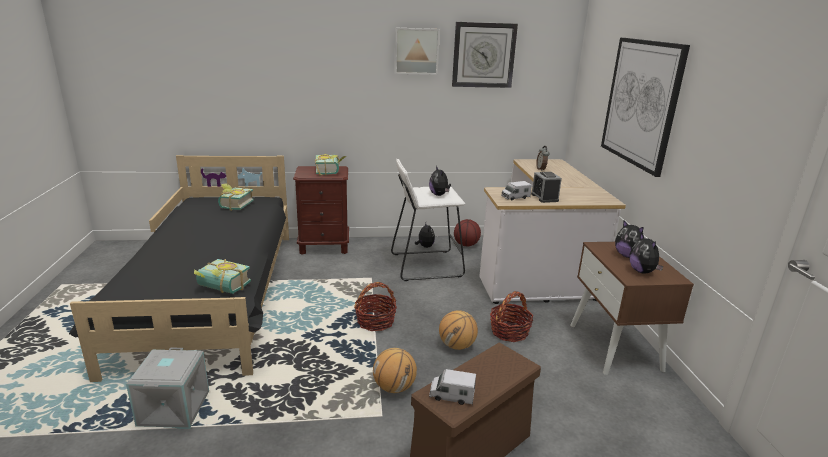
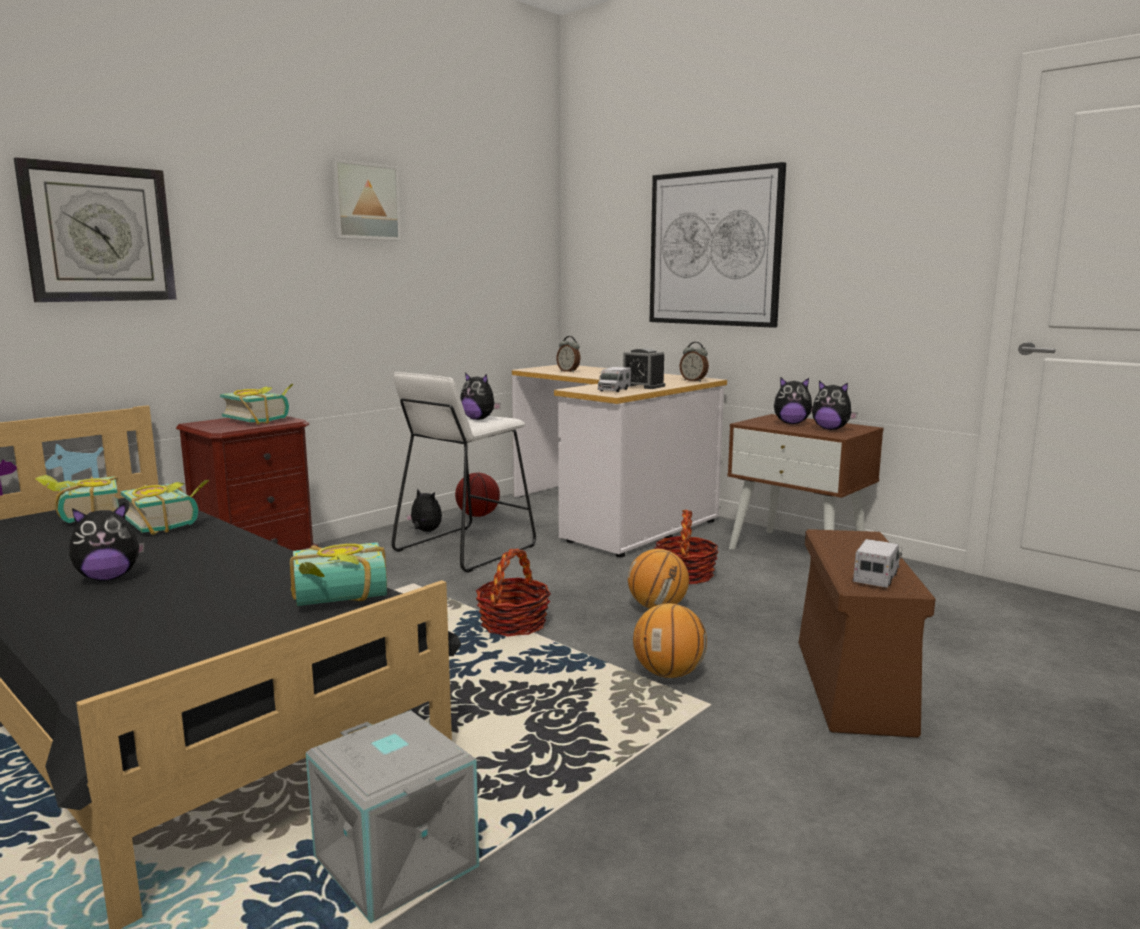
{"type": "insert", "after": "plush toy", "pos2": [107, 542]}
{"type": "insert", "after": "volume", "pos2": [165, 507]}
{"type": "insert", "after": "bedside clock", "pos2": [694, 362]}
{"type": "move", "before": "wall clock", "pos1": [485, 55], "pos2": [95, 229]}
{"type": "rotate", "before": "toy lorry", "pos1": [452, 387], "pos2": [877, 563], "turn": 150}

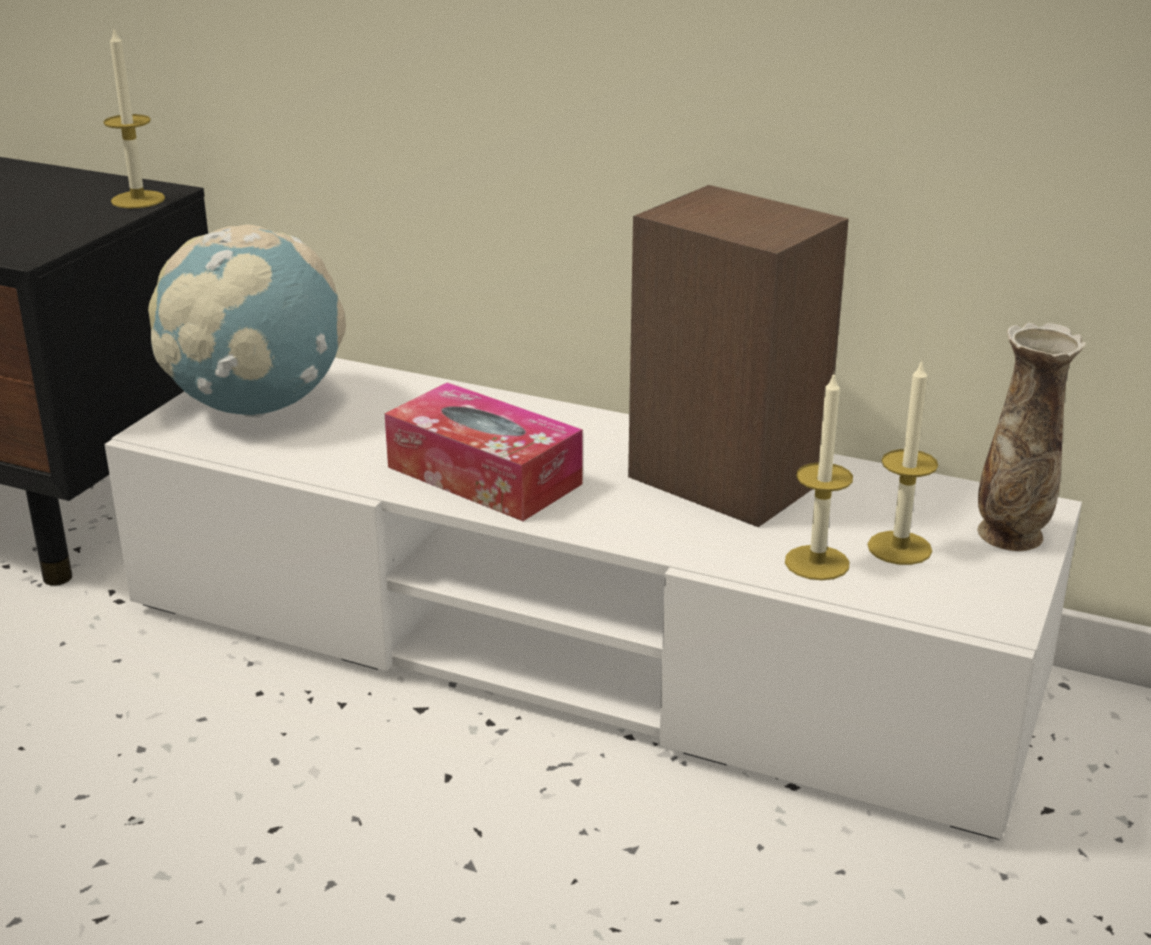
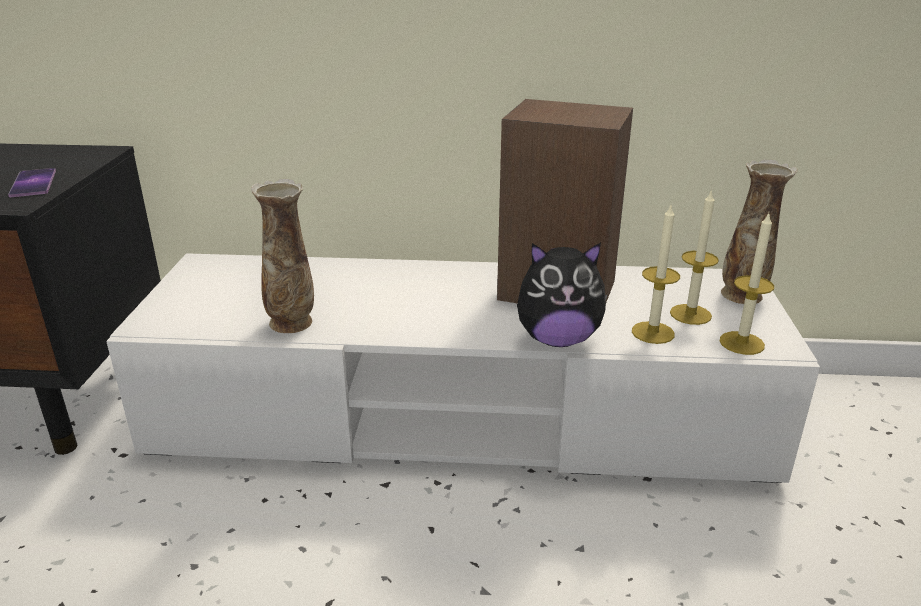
{"type": "delete", "before": "globe", "pos1": [247, 321]}
{"type": "delete", "before": "tissue holder", "pos1": [484, 451]}
{"type": "insert", "after": "phone", "pos2": [32, 182]}
{"type": "insert", "after": "flower vase", "pos2": [282, 256]}
{"type": "insert", "after": "plush toy", "pos2": [562, 295]}
{"type": "move", "before": "candle", "pos1": [134, 118], "pos2": [747, 284]}

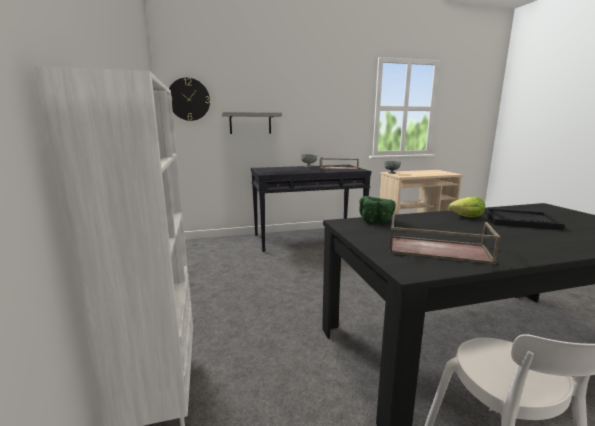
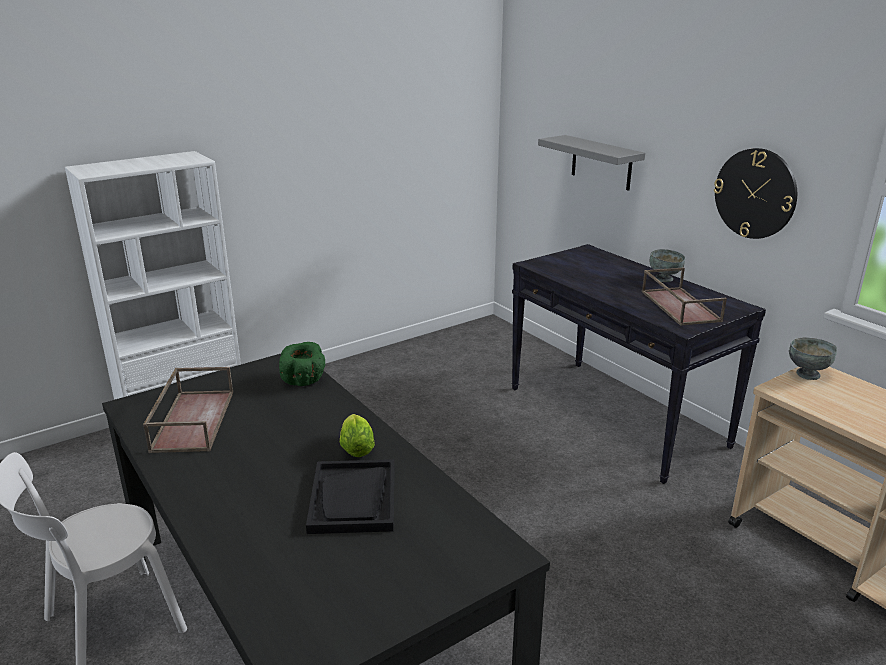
{"type": "move", "before": "wall clock", "pos1": [189, 99], "pos2": [755, 193]}

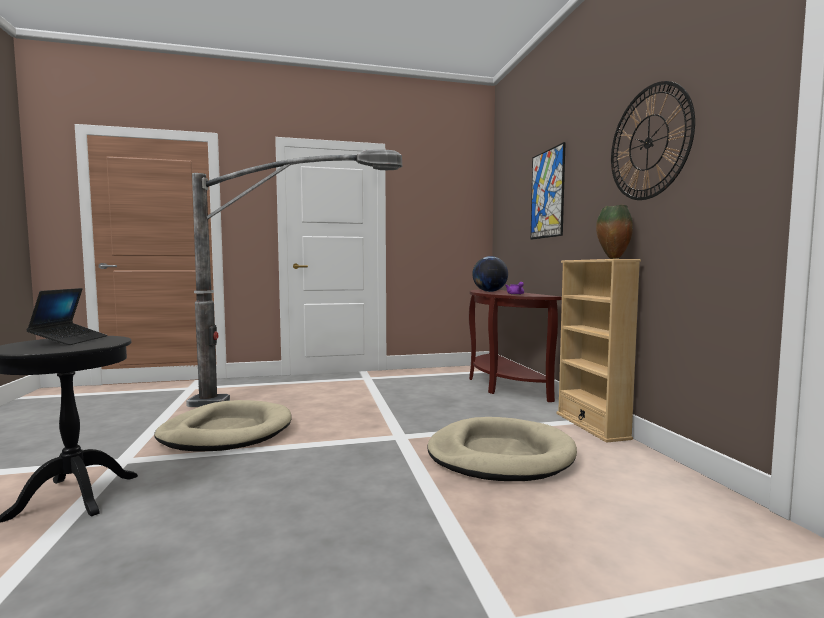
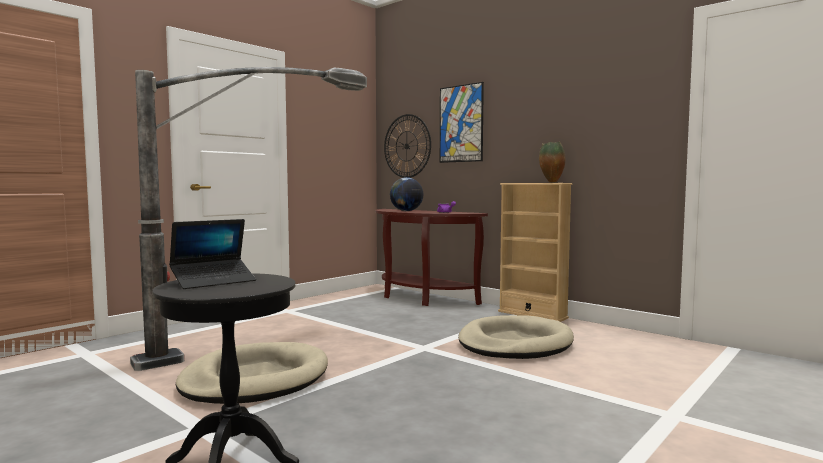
{"type": "move", "before": "wall clock", "pos1": [653, 140], "pos2": [407, 146]}
{"type": "rotate", "before": "laptop", "pos1": [66, 316], "pos2": [212, 254], "turn": 90}

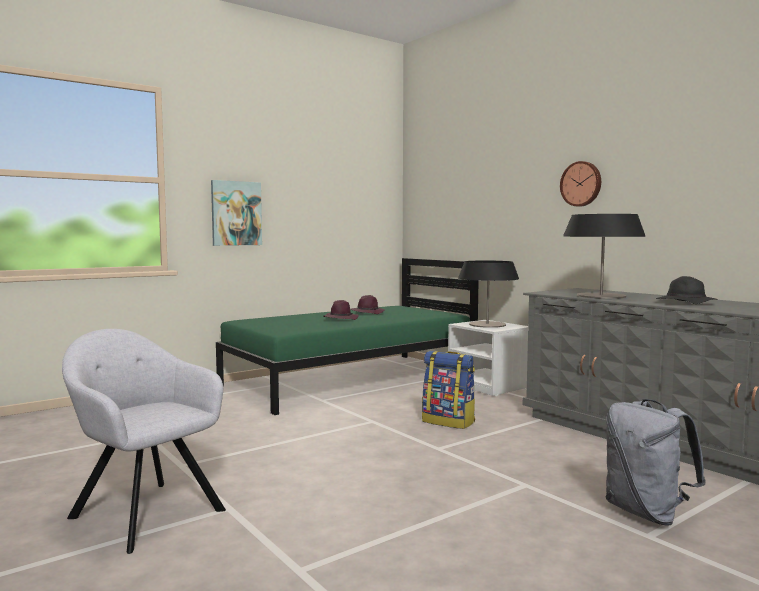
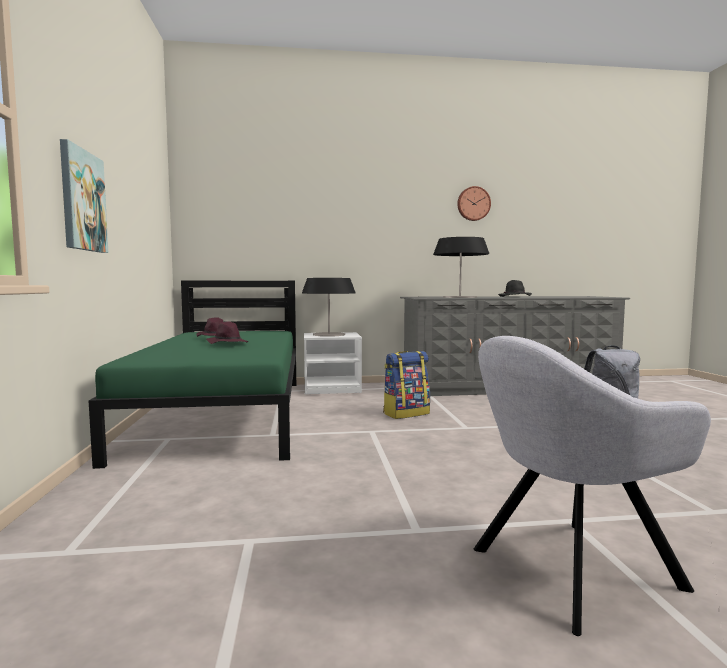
{"type": "move", "before": "wall clock", "pos1": [580, 184], "pos2": [474, 203]}

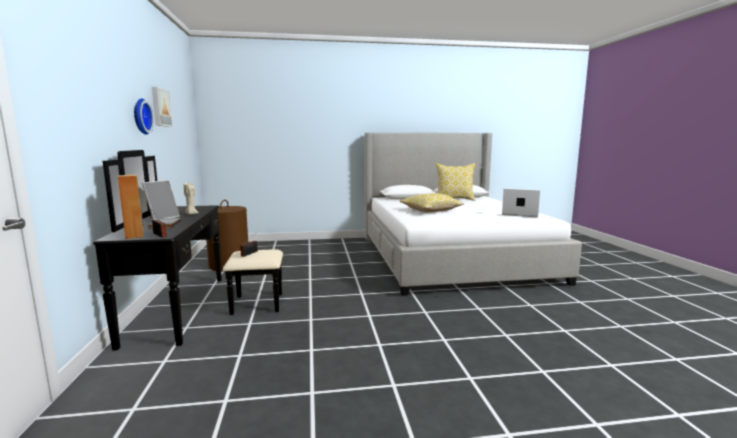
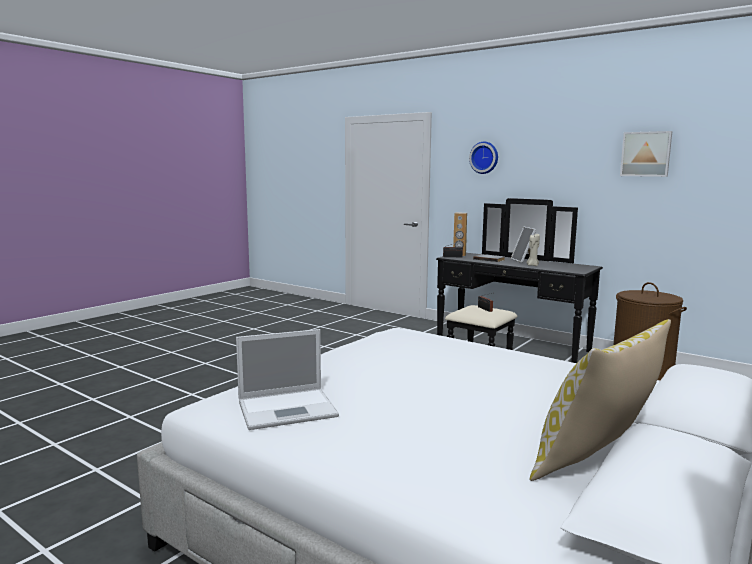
{"type": "delete", "before": "cushion", "pos1": [431, 203]}
{"type": "move", "before": "wall clock", "pos1": [144, 116], "pos2": [483, 158]}

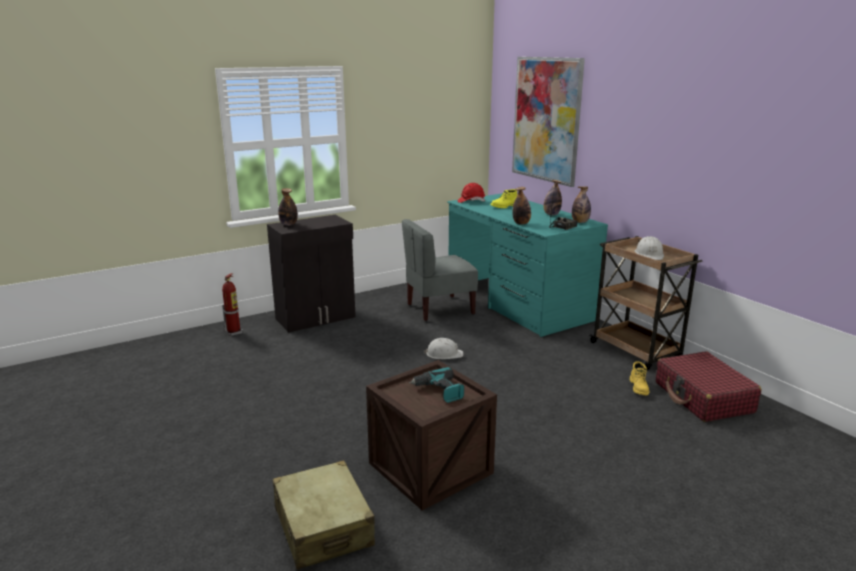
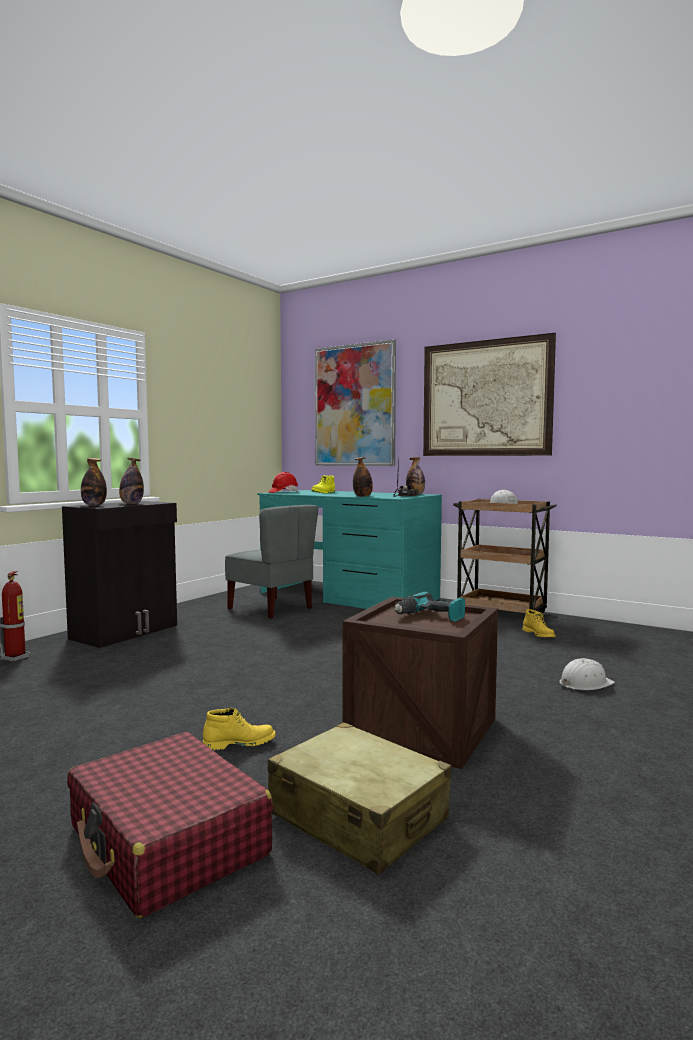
{"type": "insert", "after": "yellow high-top boot", "pos2": [239, 729]}
{"type": "insert", "after": "wall art", "pos2": [489, 394]}
{"type": "move", "before": "white-coloured safety helmet", "pos1": [443, 348], "pos2": [587, 674]}
{"type": "move", "before": "bottle", "pos1": [552, 197], "pos2": [131, 481]}
{"type": "move", "before": "reddish piece of luggage", "pos1": [709, 386], "pos2": [170, 825]}
{"type": "rotate", "before": "greyish upright chair", "pos1": [440, 270], "pos2": [271, 562], "turn": -90}

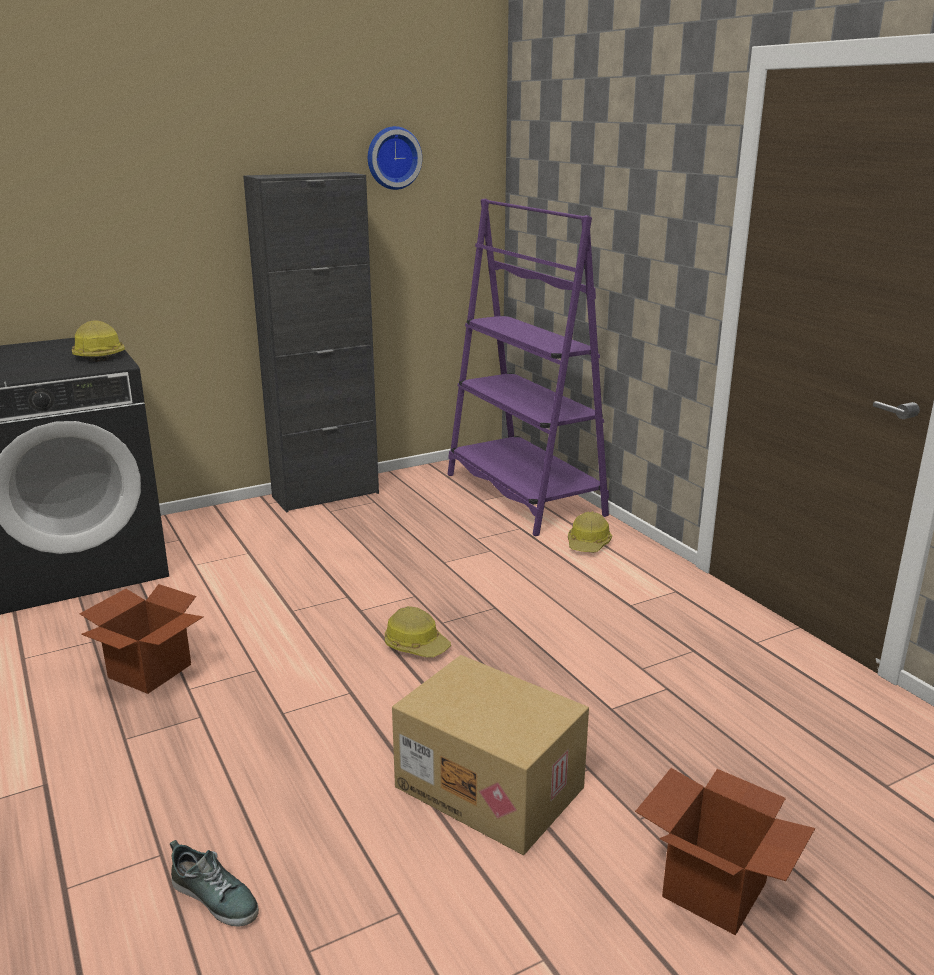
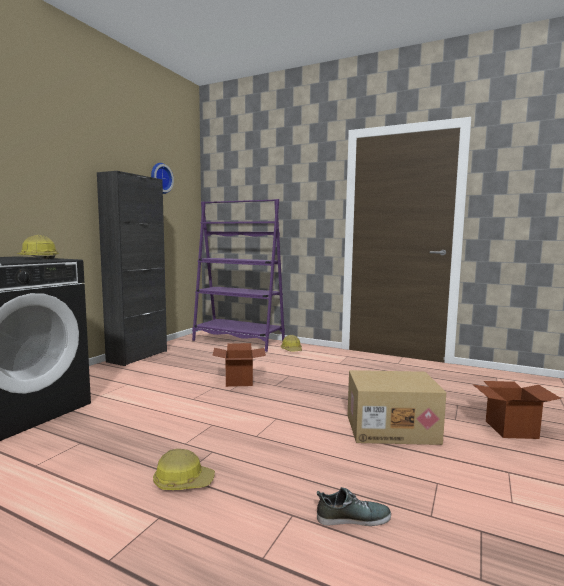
{"type": "move", "before": "packing box", "pos1": [142, 639], "pos2": [239, 365]}
{"type": "move", "before": "safety helmet", "pos1": [418, 632], "pos2": [184, 469]}

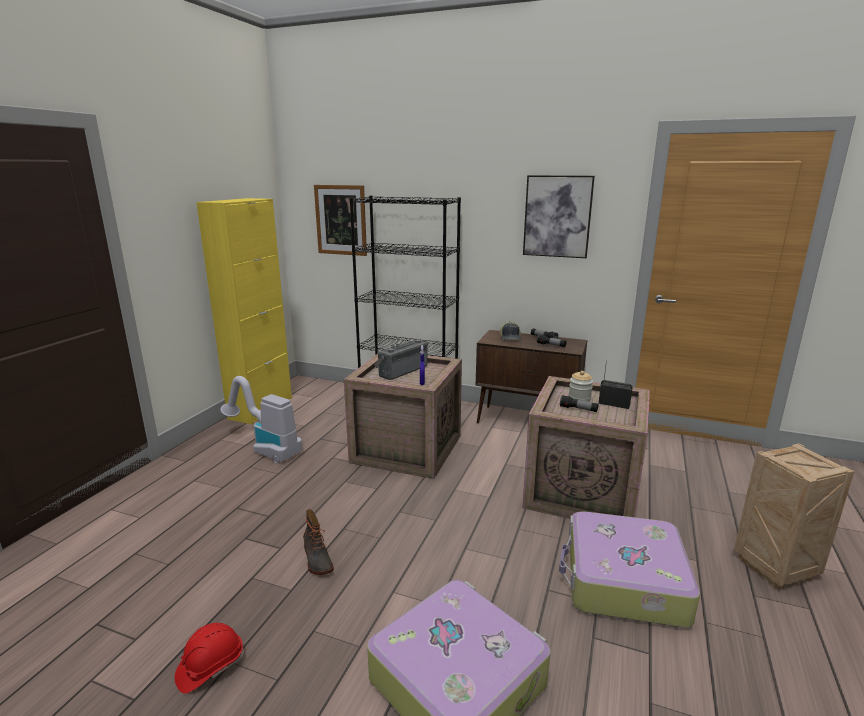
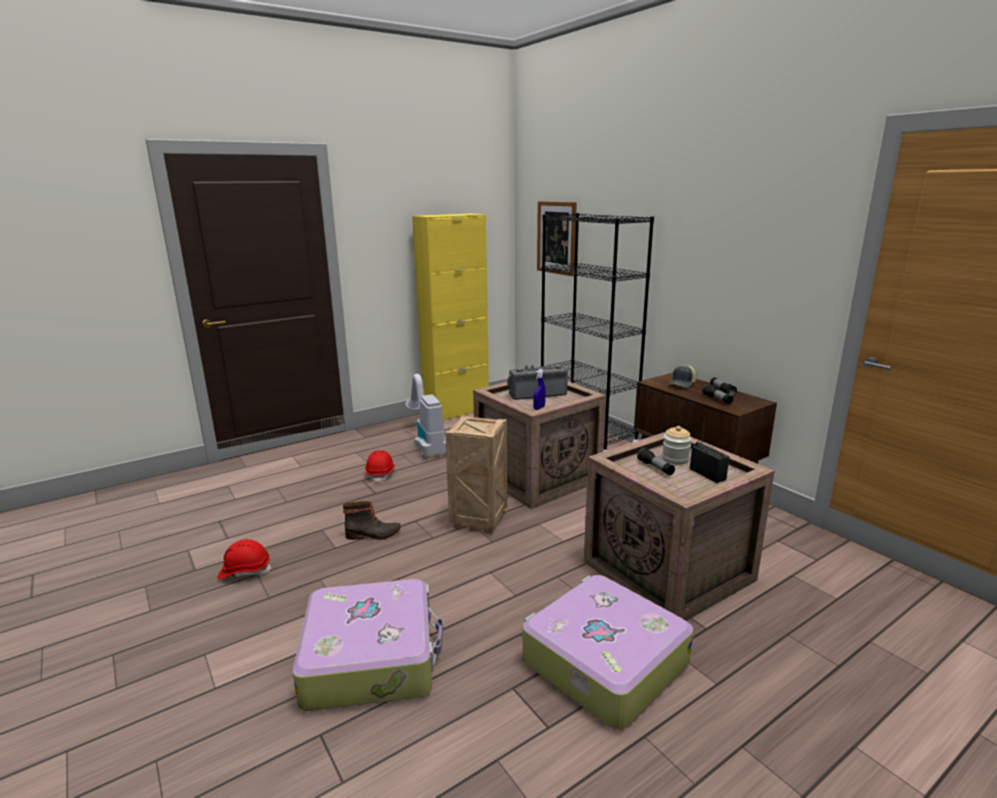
{"type": "delete", "before": "wall art", "pos1": [559, 216]}
{"type": "insert", "after": "reddish safety helmet", "pos2": [380, 466]}
{"type": "move", "before": "crate", "pos1": [794, 516], "pos2": [476, 474]}
{"type": "rotate", "before": "high-top boot", "pos1": [318, 542], "pos2": [372, 520], "turn": -105}

